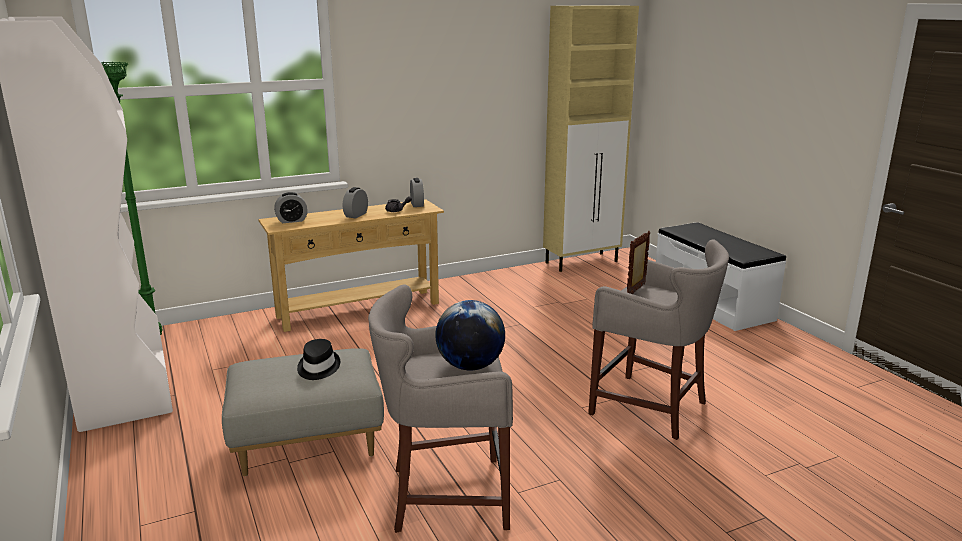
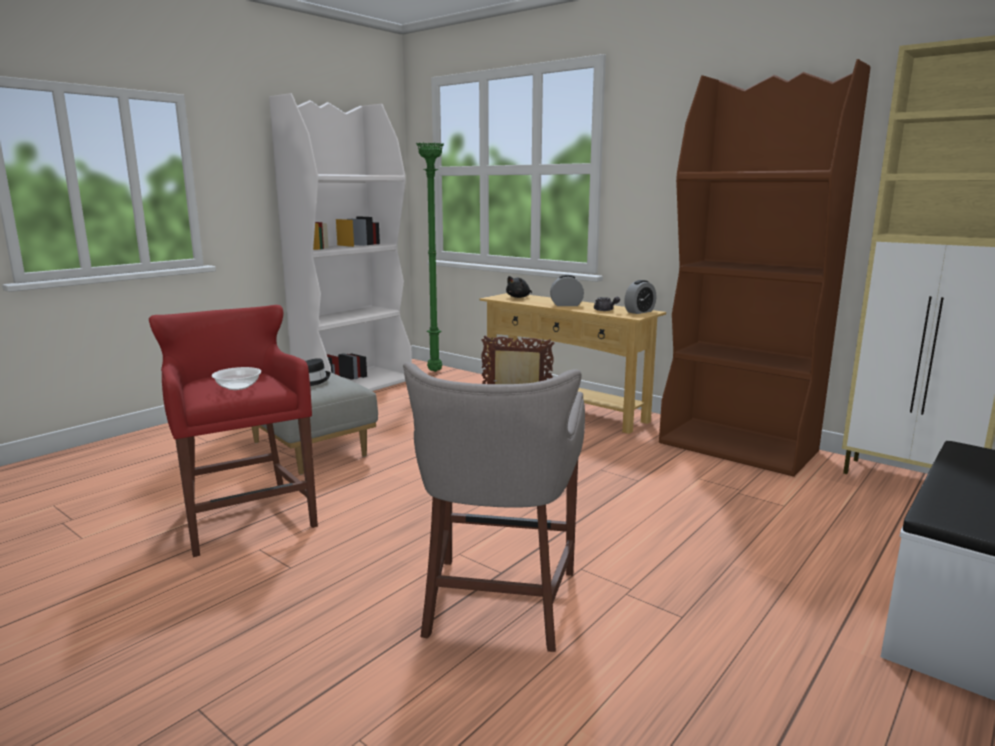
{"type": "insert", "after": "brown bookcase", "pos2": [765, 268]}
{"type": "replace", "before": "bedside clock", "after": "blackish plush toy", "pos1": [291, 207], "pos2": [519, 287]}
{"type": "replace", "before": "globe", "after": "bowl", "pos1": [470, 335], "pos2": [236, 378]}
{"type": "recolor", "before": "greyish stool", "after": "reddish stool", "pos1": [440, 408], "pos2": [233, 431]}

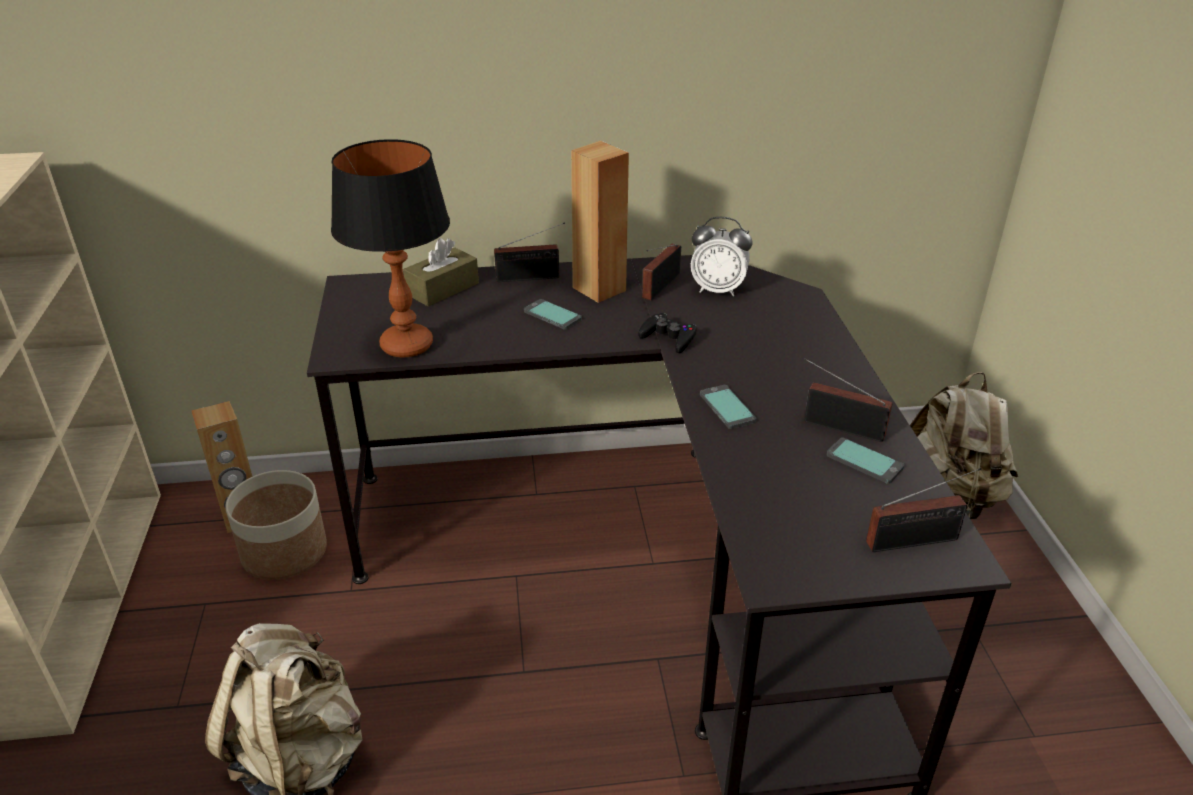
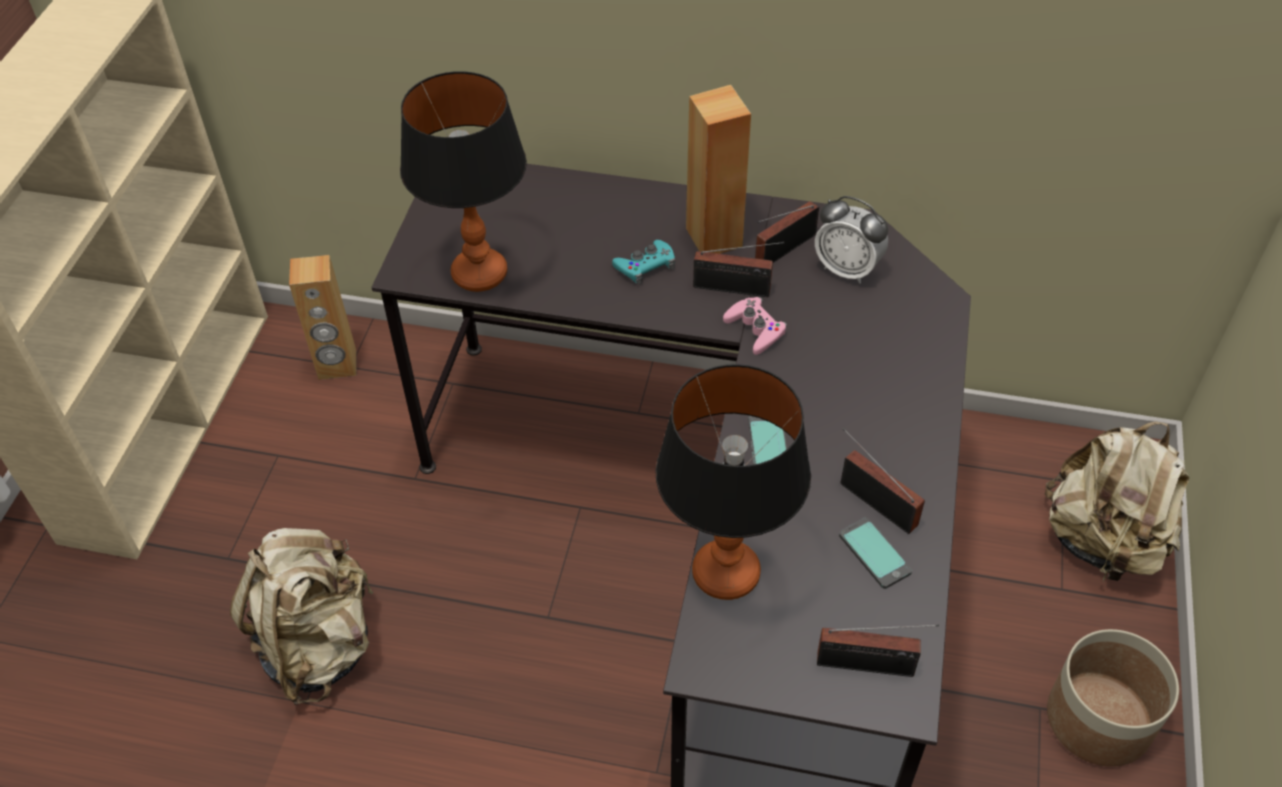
{"type": "delete", "before": "brown tissue holder", "pos1": [441, 272]}
{"type": "insert", "after": "tabletop lamp", "pos2": [733, 482]}
{"type": "move", "before": "plant pot", "pos1": [276, 525], "pos2": [1113, 698]}
{"type": "move", "before": "radio receiver", "pos1": [529, 252], "pos2": [738, 269]}
{"type": "replace", "before": "phone", "after": "turquoise gamepad", "pos1": [553, 314], "pos2": [643, 262]}
{"type": "recolor", "before": "blackish gamepad", "after": "pinkish gamepad", "pos1": [668, 333], "pos2": [755, 326]}

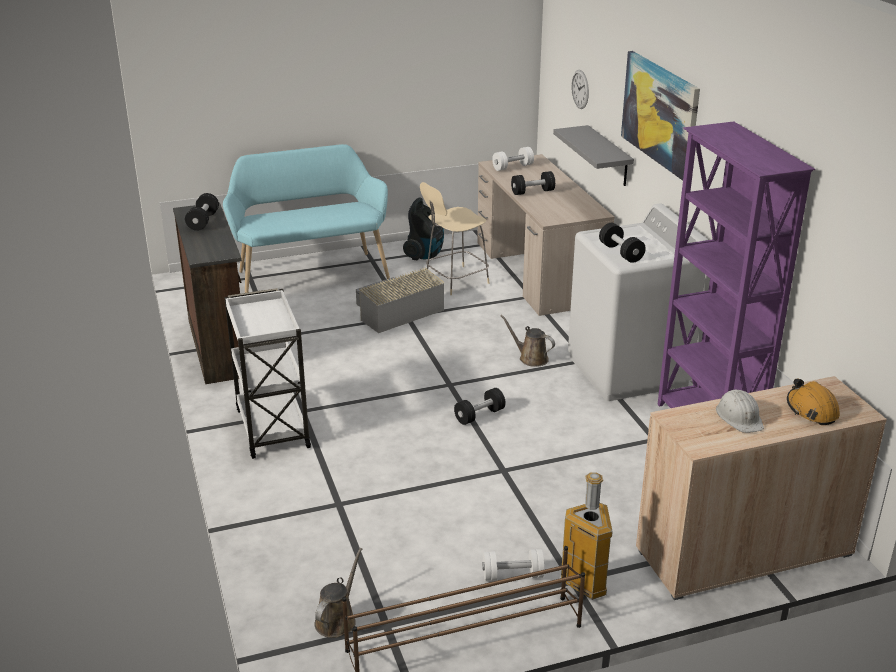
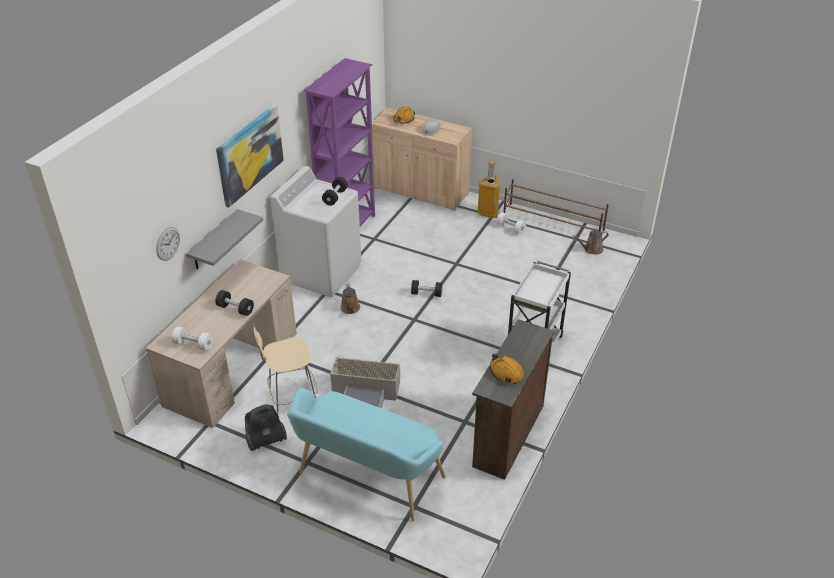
{"type": "replace", "before": "blackish hand weight", "after": "orangey safety helmet", "pos1": [202, 212], "pos2": [507, 368]}
{"type": "rotate", "before": "beige upright chair", "pos1": [454, 238], "pos2": [285, 370], "turn": 150}

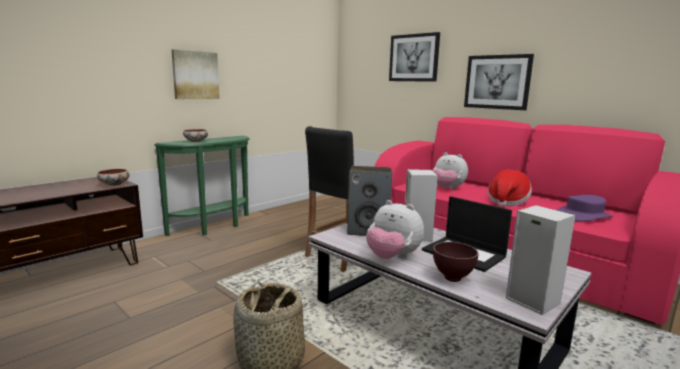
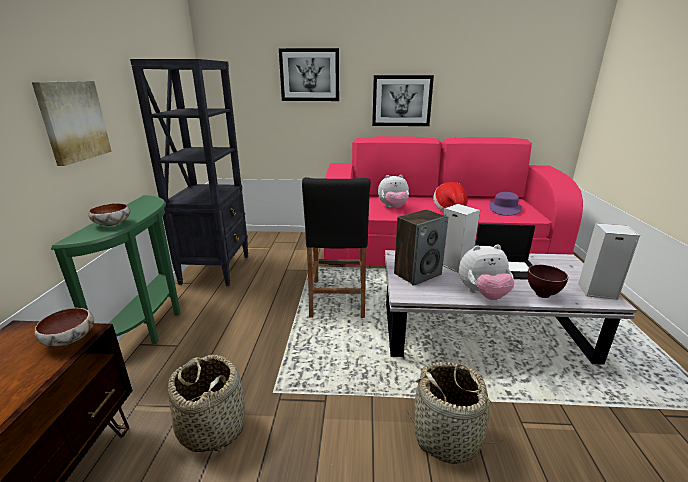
{"type": "insert", "after": "blackish bookcase", "pos2": [189, 172]}
{"type": "insert", "after": "basket", "pos2": [206, 403]}

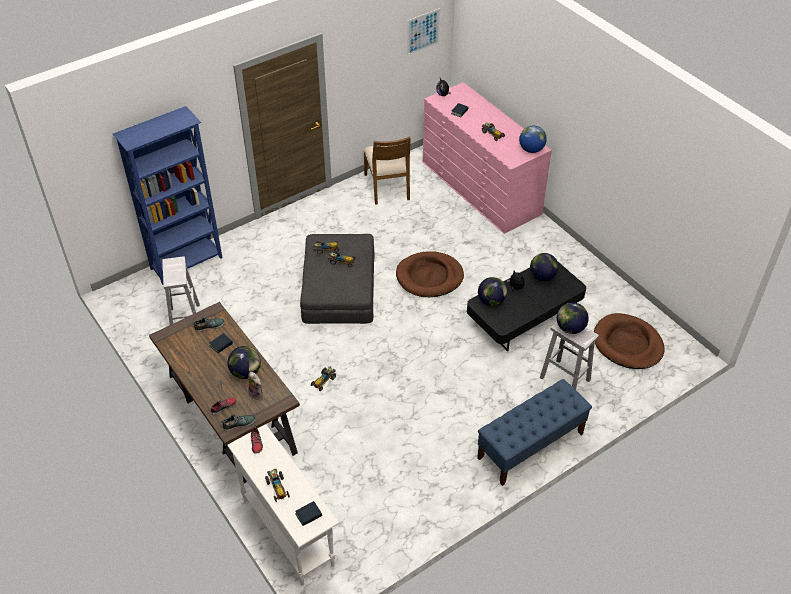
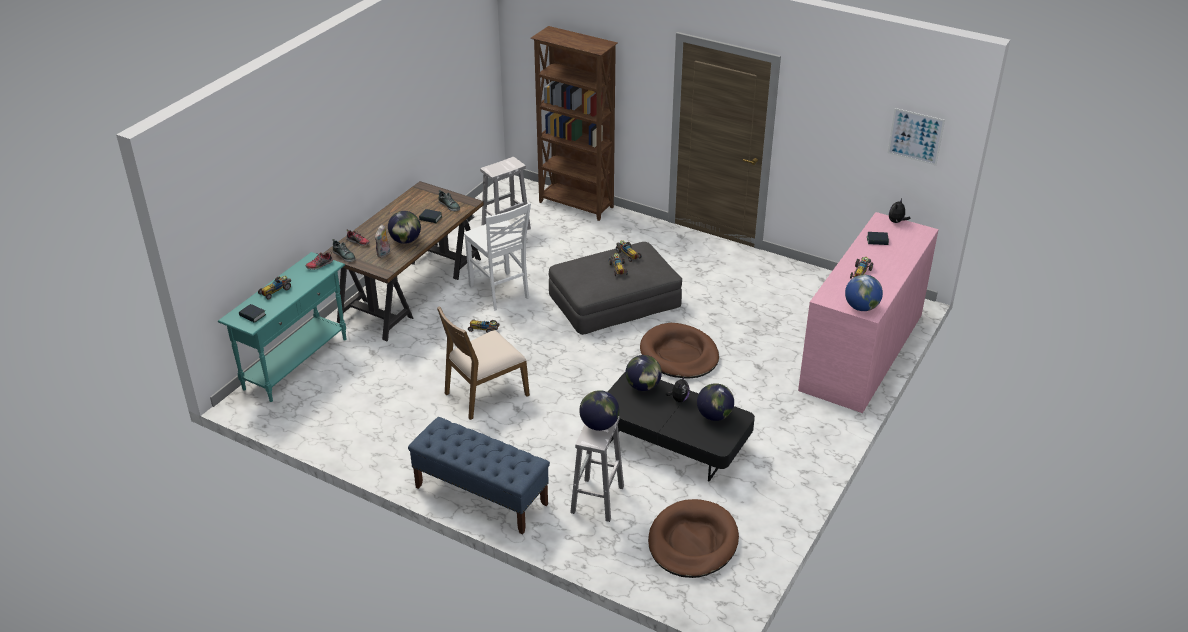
{"type": "insert", "after": "white-coloured upright chair", "pos2": [497, 256]}
{"type": "move", "before": "brown upright chair", "pos1": [387, 171], "pos2": [483, 363]}
{"type": "recolor", "before": "bluish bookcase", "after": "brown bookcase", "pos1": [168, 195], "pos2": [574, 123]}
{"type": "recolor", "before": "white-coloured narrow table", "after": "turquoise narrow table", "pos1": [283, 505], "pos2": [282, 327]}

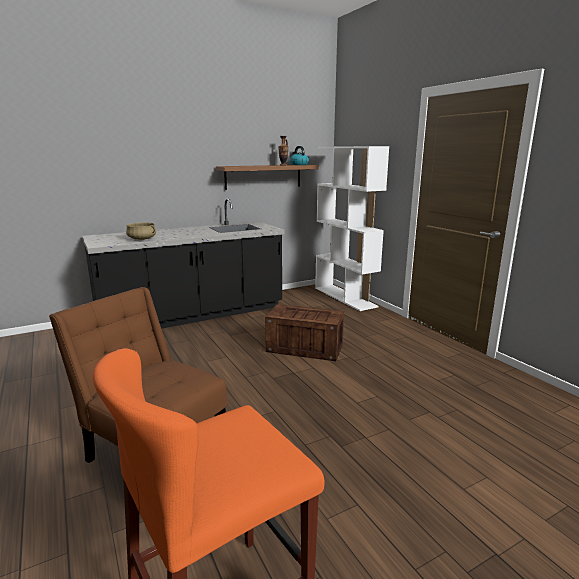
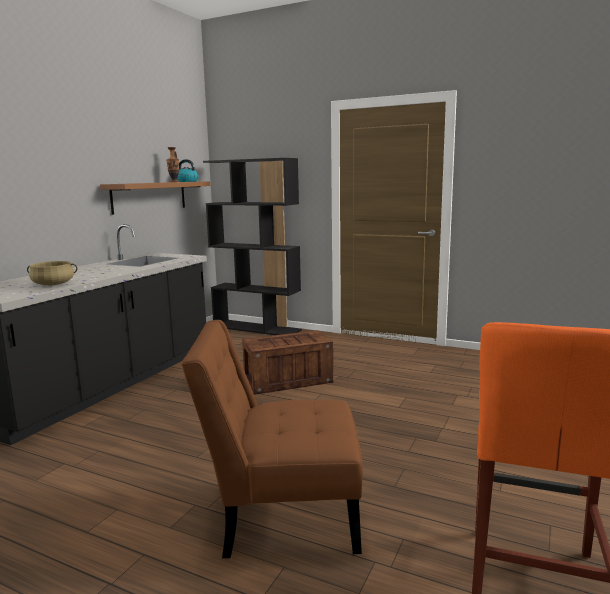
{"type": "recolor", "before": "white-coloured bookcase", "after": "blackish bookcase", "pos1": [352, 228], "pos2": [252, 246]}

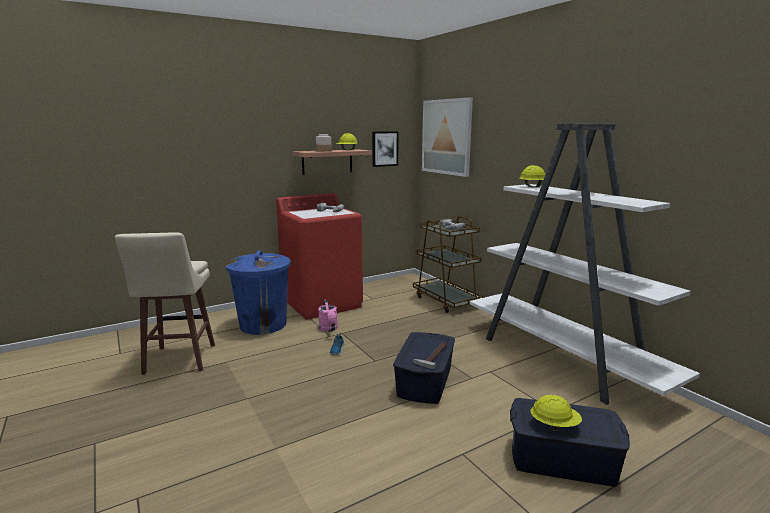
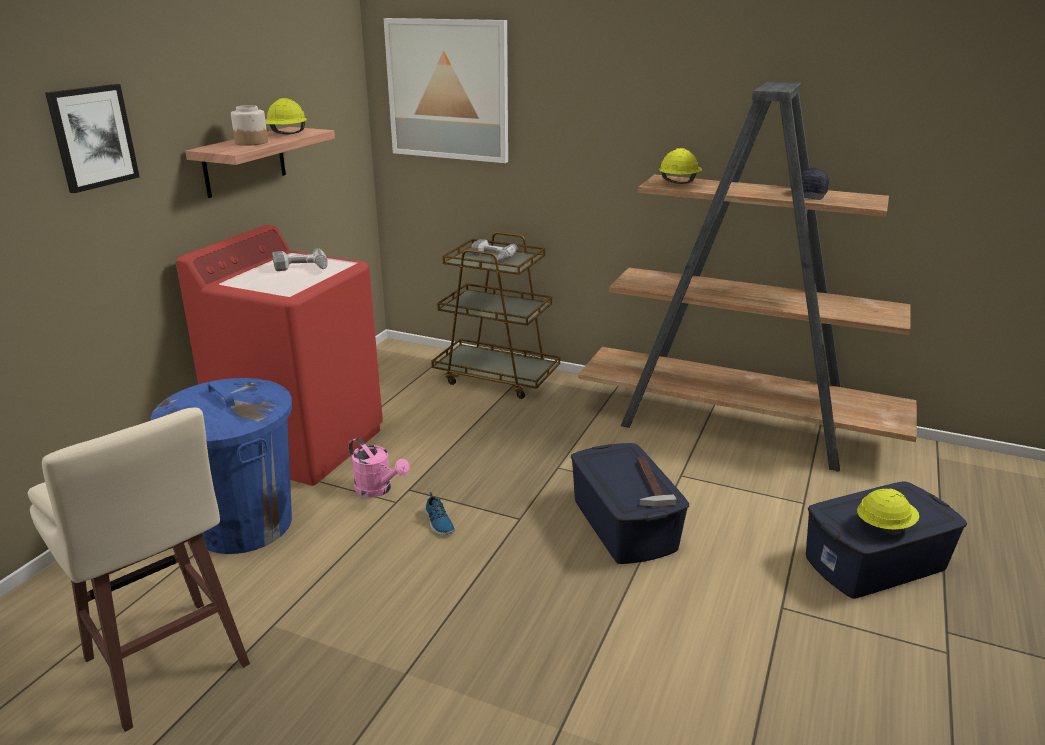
{"type": "insert", "after": "blackish peaked cap", "pos2": [815, 184]}
{"type": "move", "before": "wall art", "pos1": [385, 149], "pos2": [92, 138]}
{"type": "recolor", "before": "white-coloured bookcase", "after": "brown bookcase", "pos1": [585, 264], "pos2": [747, 277]}

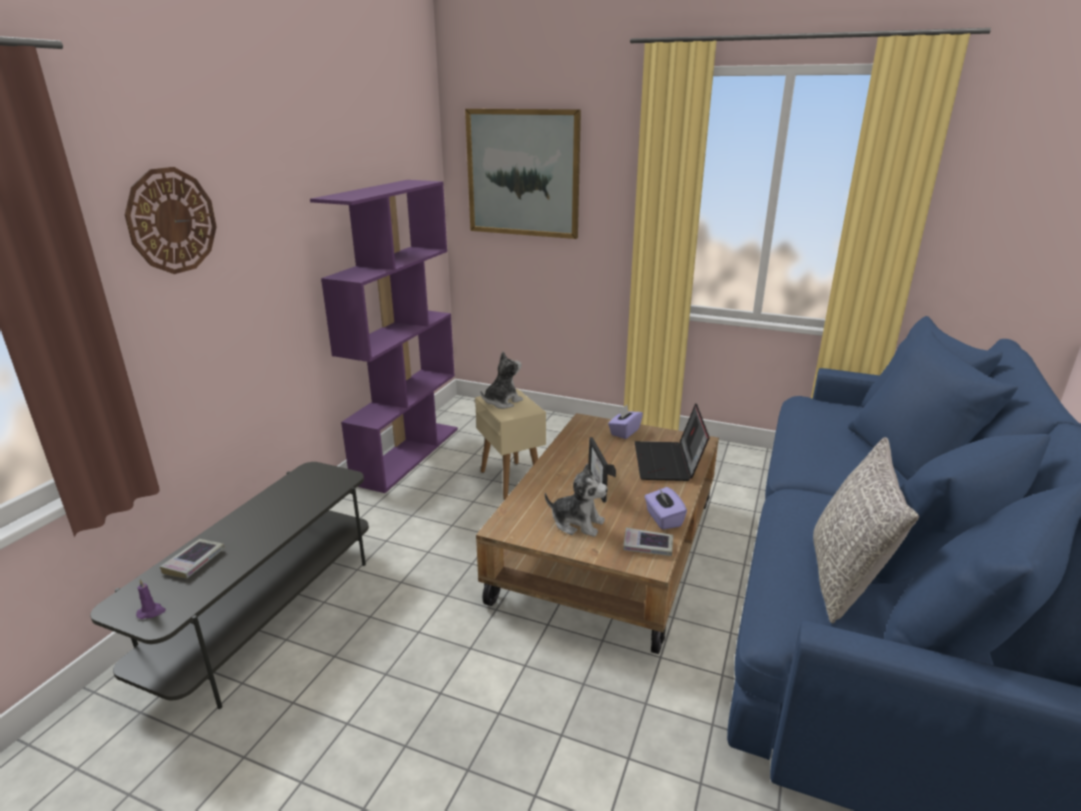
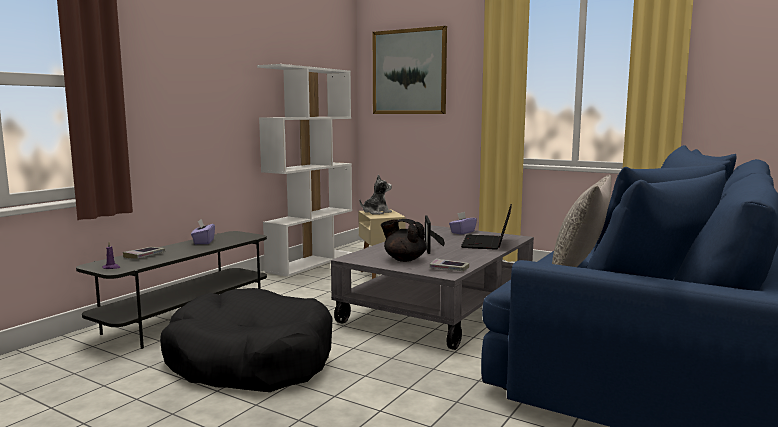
{"type": "delete", "before": "wall clock", "pos1": [171, 220]}
{"type": "insert", "after": "blackish dog bed", "pos2": [246, 340]}
{"type": "move", "before": "purple tissue holder", "pos1": [665, 508], "pos2": [203, 231]}
{"type": "replace", "before": "plush toy", "after": "blackish tea pot", "pos1": [576, 500], "pos2": [403, 240]}
{"type": "recolor", "before": "purple bookcase", "after": "white-coloured bookcase", "pos1": [384, 336], "pos2": [305, 170]}
{"type": "recolor", "before": "brown coffee table", "after": "greyish coffee table", "pos1": [597, 533], "pos2": [432, 287]}

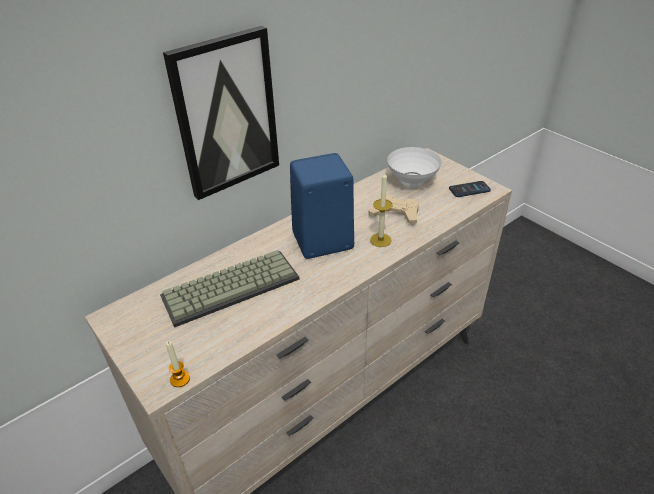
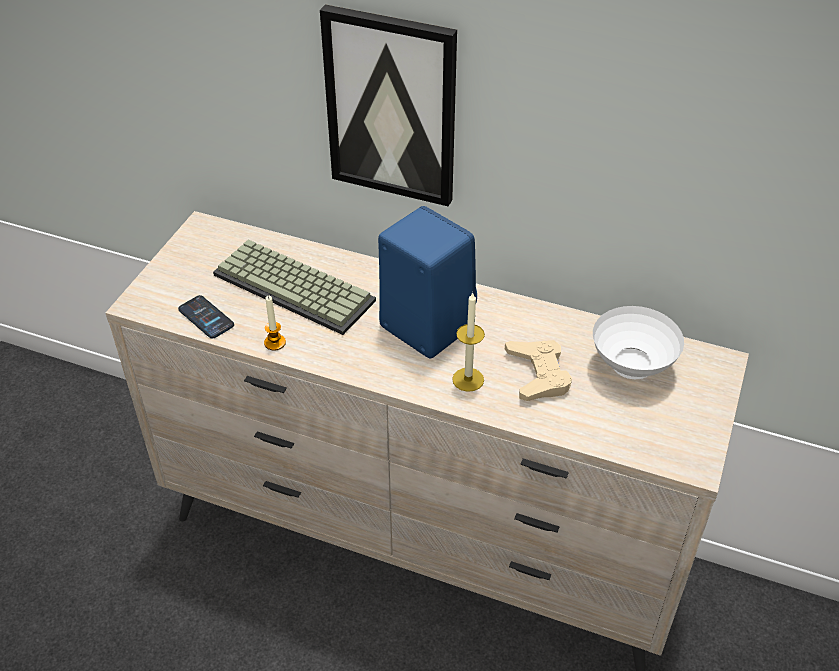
{"type": "move", "before": "candle", "pos1": [178, 364], "pos2": [275, 323]}
{"type": "move", "before": "phone", "pos1": [470, 189], "pos2": [206, 317]}

